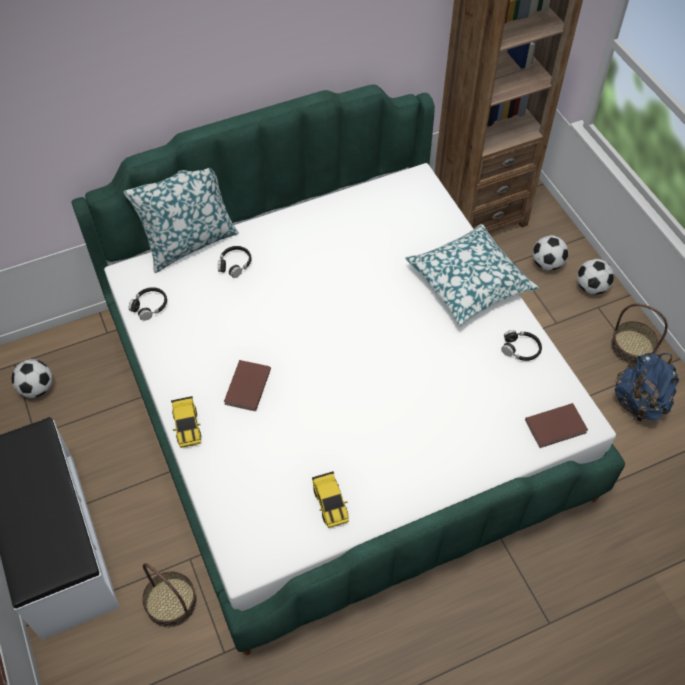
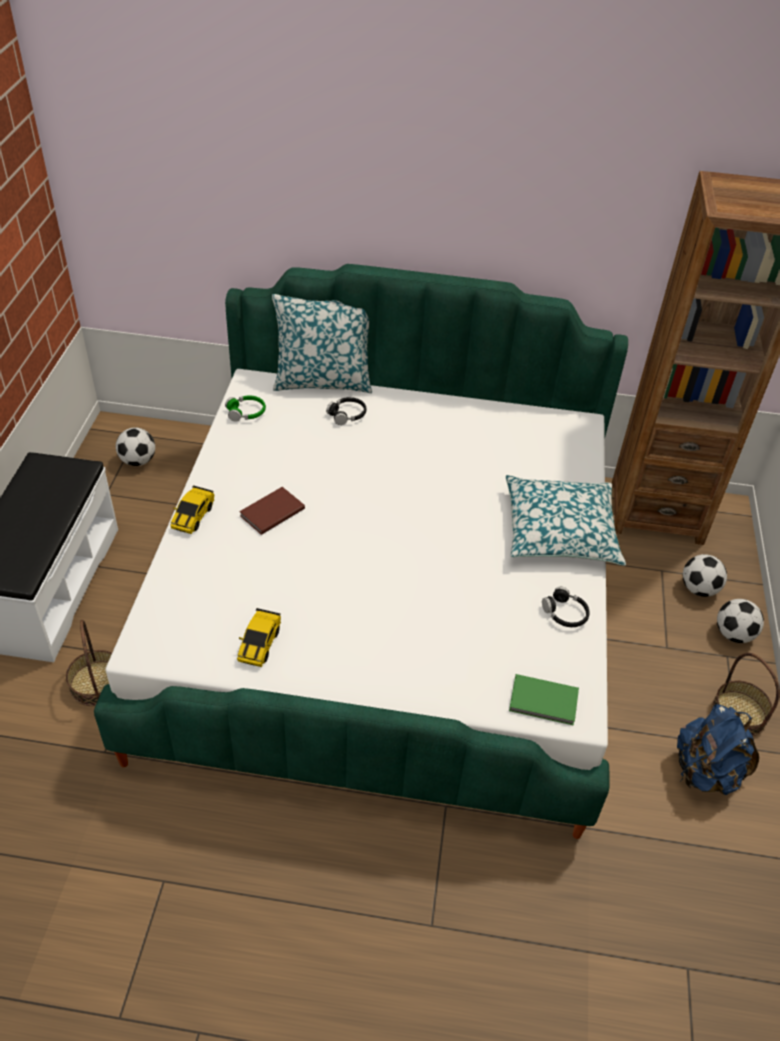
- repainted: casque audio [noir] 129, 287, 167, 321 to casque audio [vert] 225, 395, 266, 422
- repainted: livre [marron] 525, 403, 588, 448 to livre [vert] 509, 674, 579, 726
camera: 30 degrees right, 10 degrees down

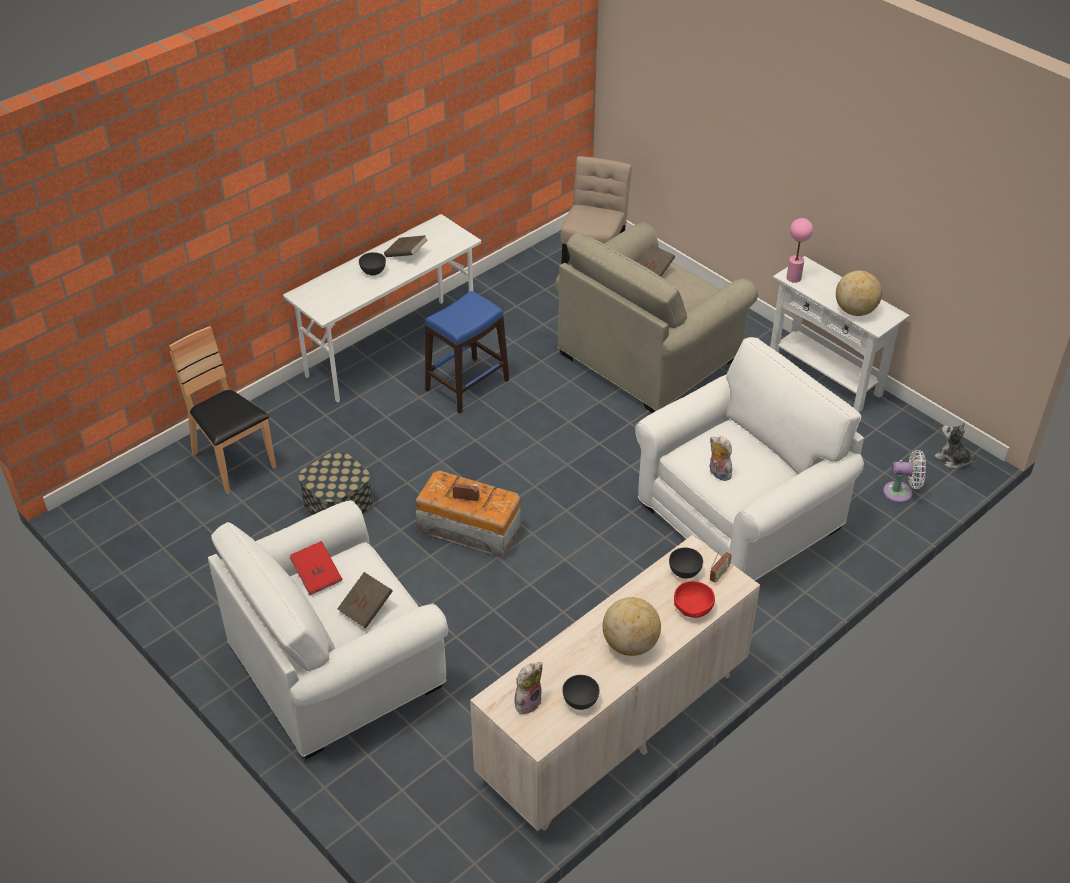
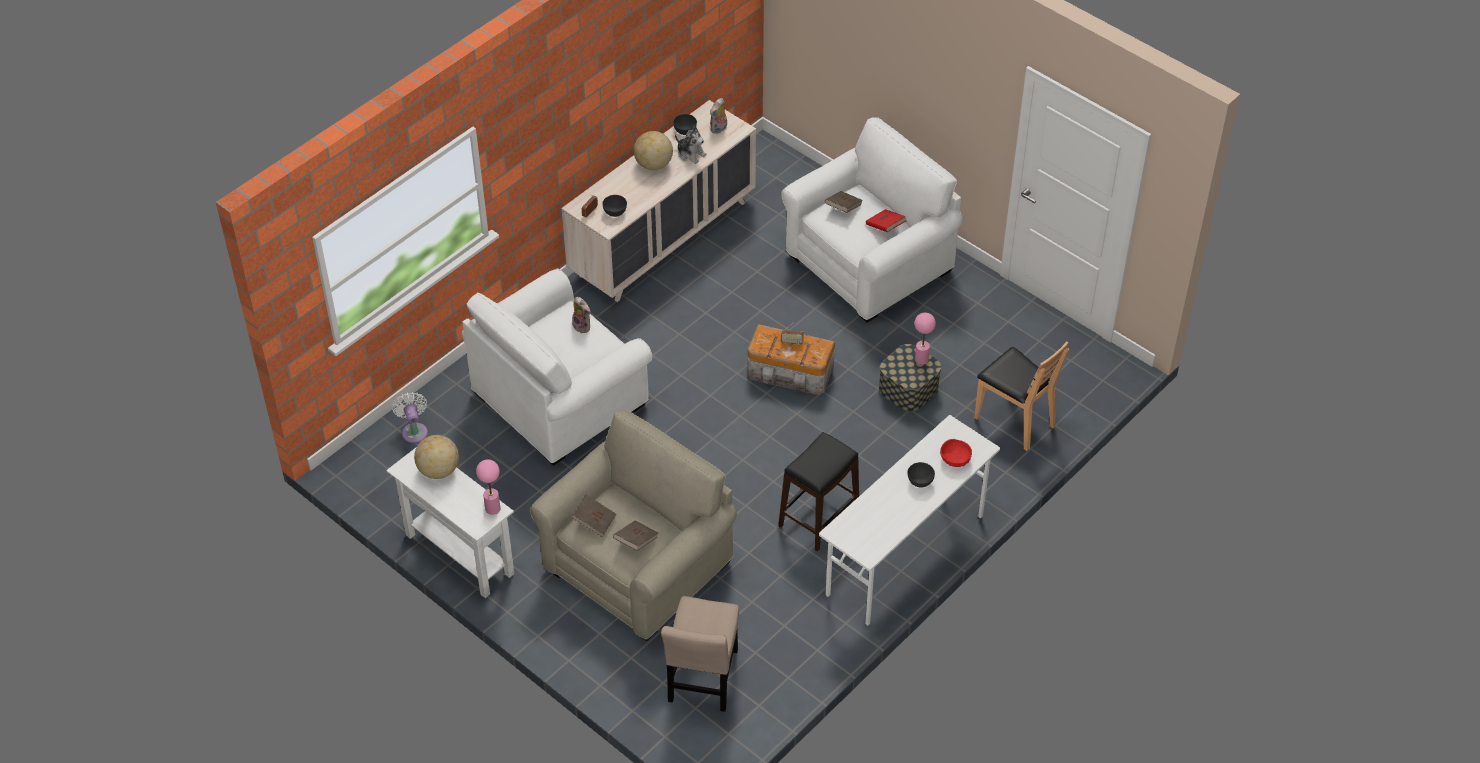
- rotated: ventilateur [blanc] 883, 450, 926, 503 = 392, 392, 428, 443 75 degrees clockwise
- shifted: livre [marron] 384, 235, 428, 257 to 571, 494, 617, 537
- shifted: peluche 934, 422, 977, 469 to 675, 126, 707, 164
- repainted: tabouret [bleu] 425, 291, 509, 414 to tabouret [noir] 778, 432, 859, 552
- new: lampe de table [rose] 915, 312, 936, 365
- shifted: bol [rouge] 674, 581, 715, 618 to 940, 439, 972, 467
camera: 175 degrees right, 5 degrees up

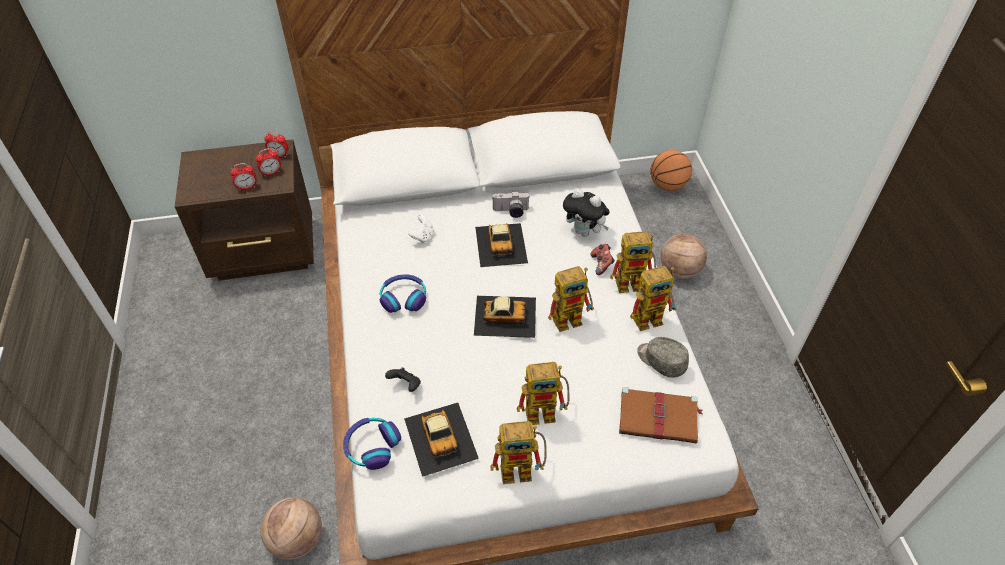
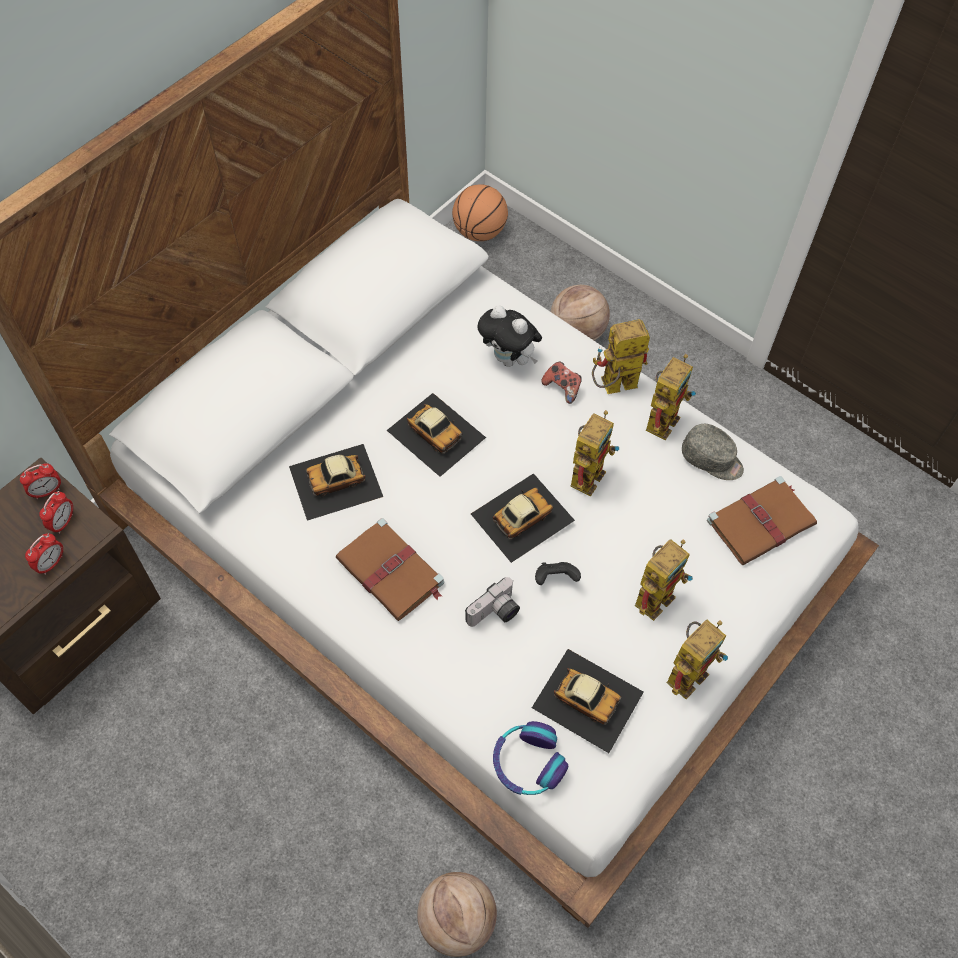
- swapped: manette [blanc] 408, 214, 434, 243 to petite voiture 289, 444, 383, 521
- swapped: casque audio 380, 275, 426, 313 to livre [marron] 335, 518, 444, 621
- shifted: appareil photo 493, 191, 530, 218 to 465, 577, 520, 627
- rotated: peluche 563, 188, 610, 237 = 477, 305, 542, 367 45 degrees clockwise
- shifted: manette [noir] 385, 367, 421, 392 to 535, 562, 581, 585
- rotated: robot jouet 610, 231, 656, 293 = 592, 319, 650, 394 150 degrees counterclockwise
- rotated: casquette [gris] 637, 337, 689, 378 = 682, 424, 744, 480 150 degrees counterclockwise
camera: 40 degrees left, 10 degrees up

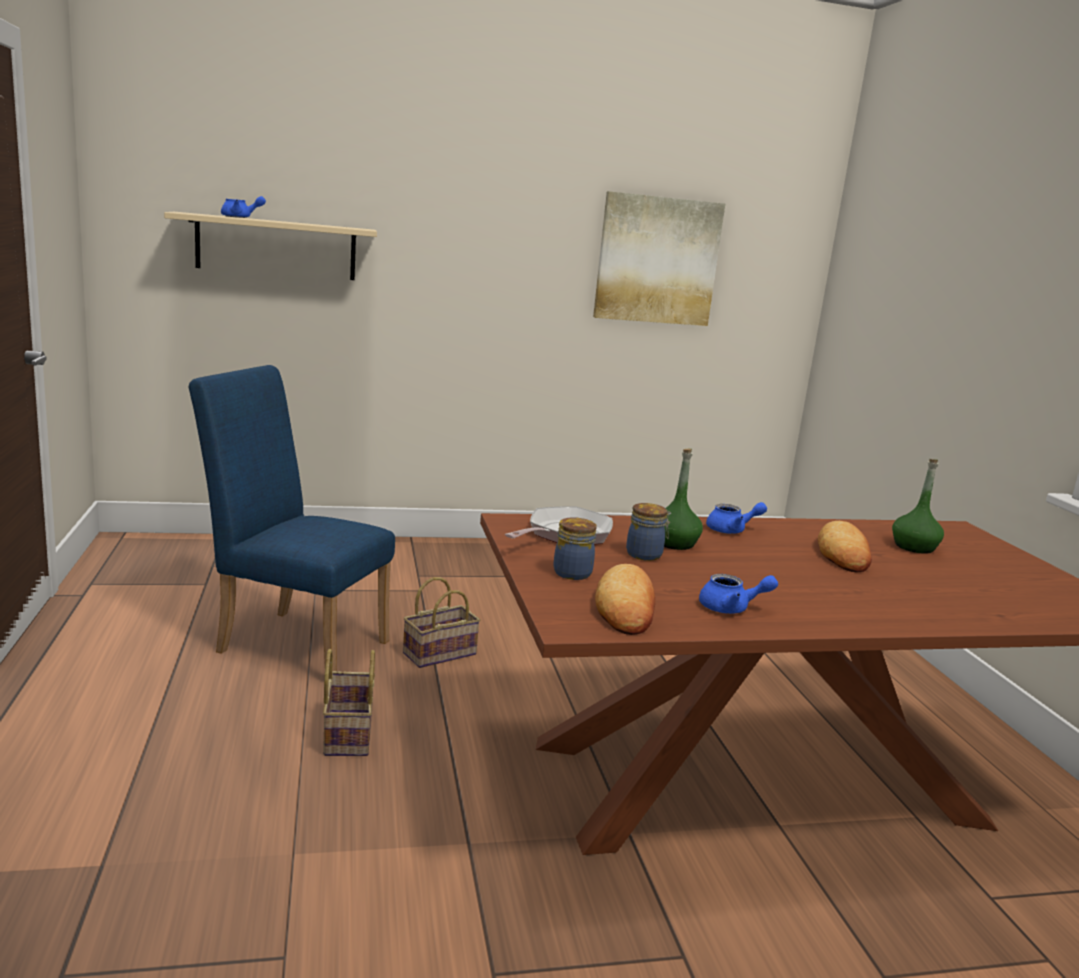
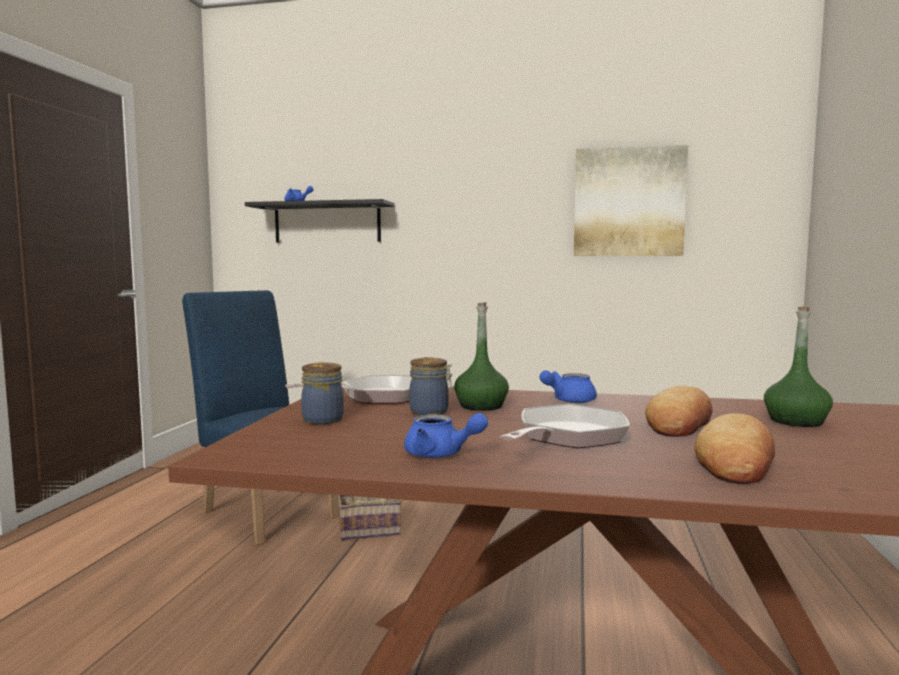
- repainted: étagère [beige] 164, 212, 377, 280 to étagère [noir] 245, 199, 394, 243
- new: poêle 500, 404, 630, 448
- rotated: théière [bleu] 706, 502, 767, 534 = 539, 370, 597, 403 135 degrees clockwise
- shifted: pain 595, 564, 655, 635 to 694, 413, 775, 484
- gone: panier 323, 649, 375, 756
camera: 25 degrees right, 10 degrees down

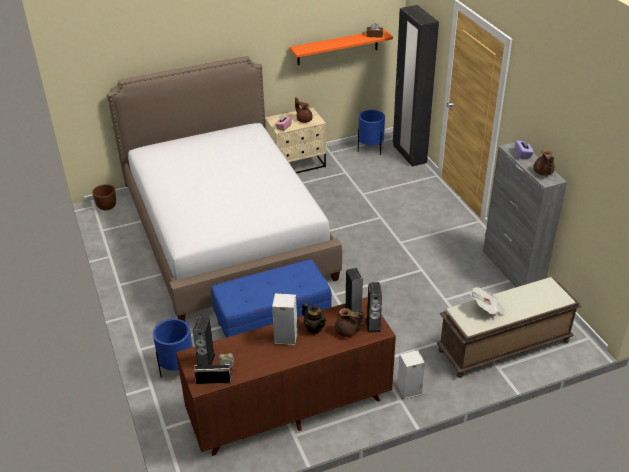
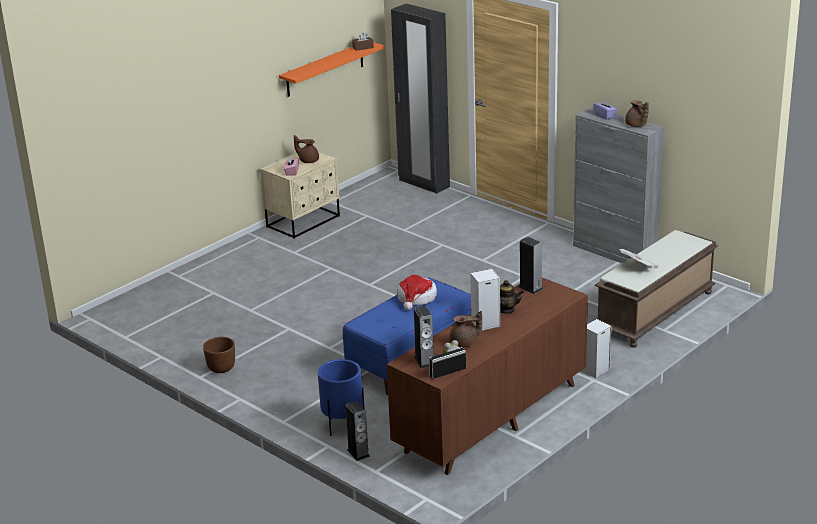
- shifted: cache-pot [marron] 92, 184, 116, 210 to 203, 337, 235, 373
- shifted: enceinte 366, 282, 382, 333 to 346, 401, 370, 461
- new: chapeau 397, 275, 437, 311
- shifted: théière [marron] 335, 308, 364, 337 to 450, 311, 482, 347
- gone: lit 107, 56, 342, 321
- gone: cache-pot [bleu] 358, 110, 385, 155
camera: 25 degrees left, 10 degrees down

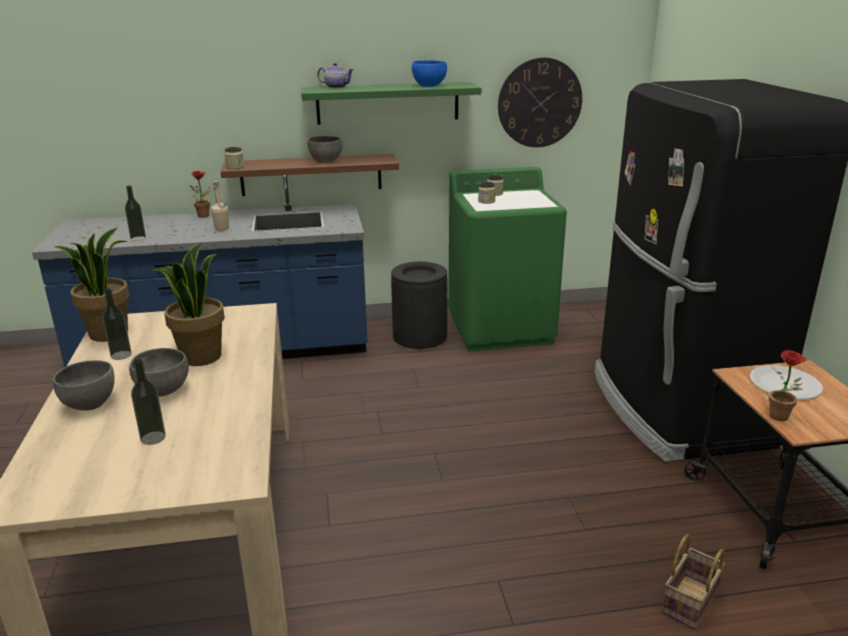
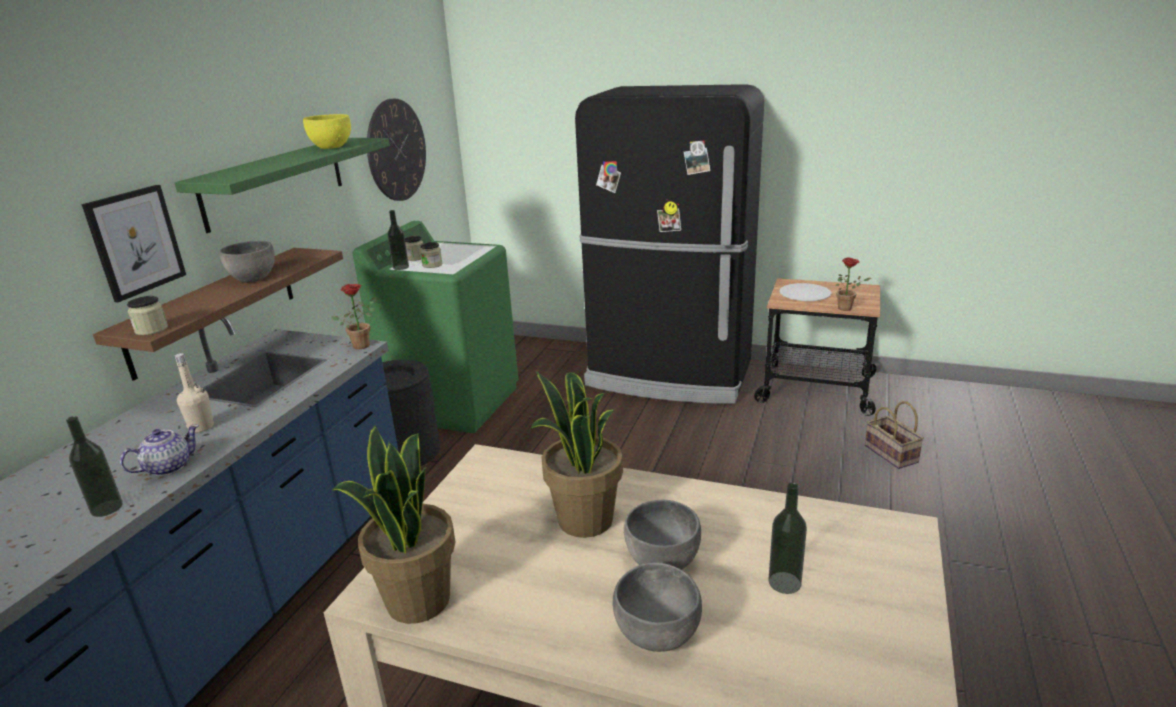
- new: tableau 81, 185, 186, 302
- shifted: théière 317, 63, 354, 88 to 120, 425, 199, 476
- repainted: bol [bleu] 412, 60, 447, 87 to bol [jaune] 303, 114, 351, 149
- shifted: plante en pot 190, 171, 214, 218 to 331, 284, 377, 349
- shifted: bouteille 103, 288, 132, 360 to 387, 210, 409, 270
camera: 60 degrees left, 0 degrees up

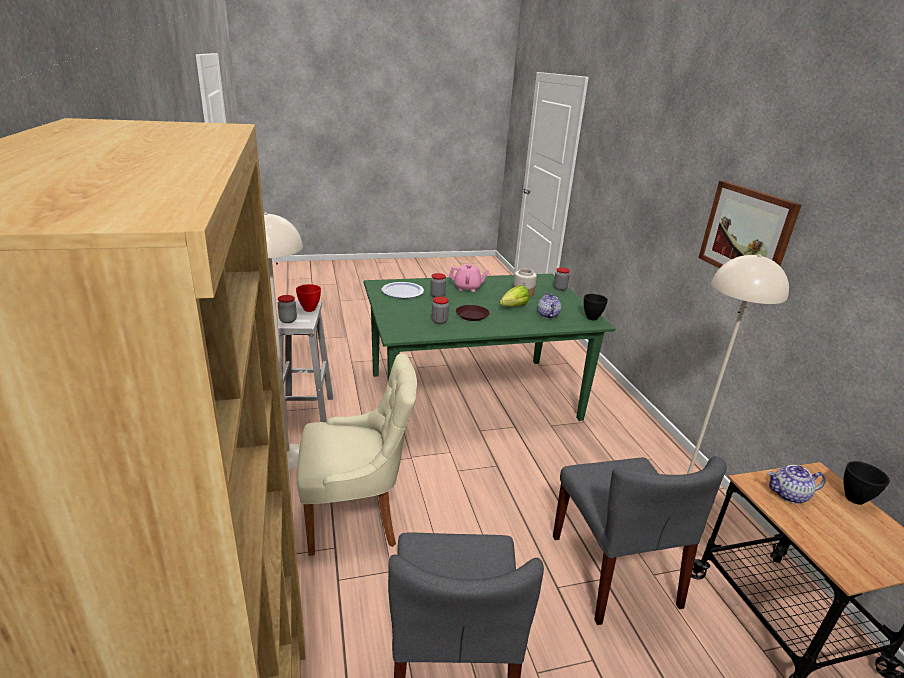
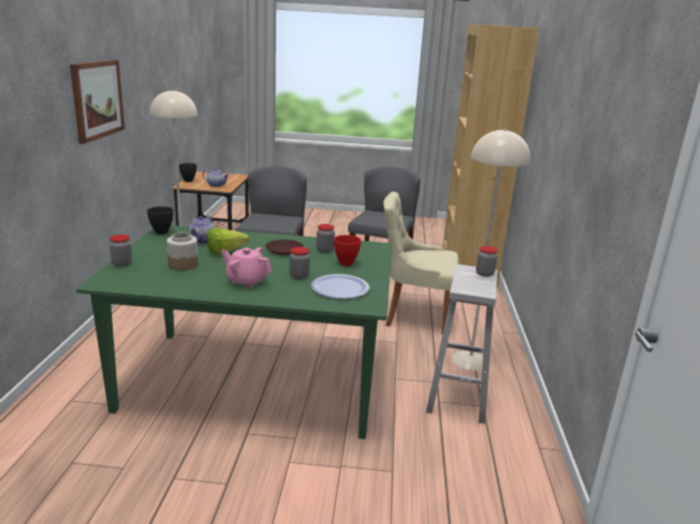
- shifted: bol [rouge] 296, 284, 321, 312 to 334, 235, 361, 266
camera: 160 degrees left, 5 degrees down

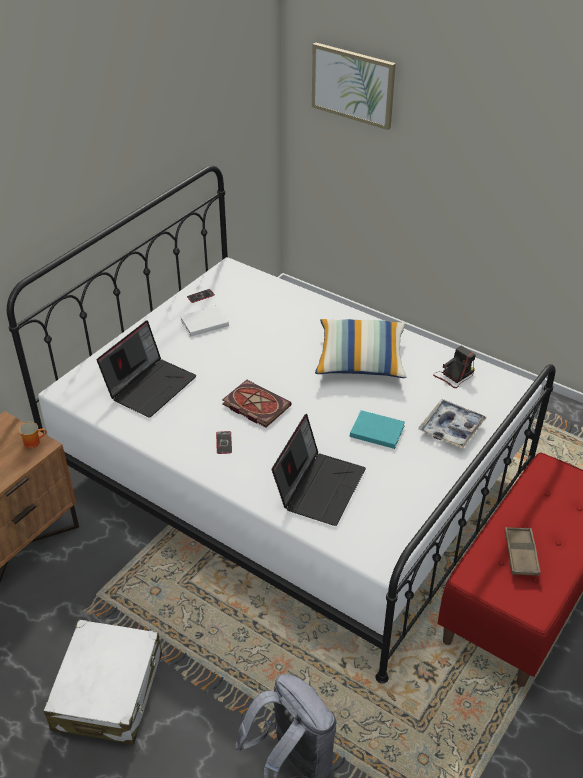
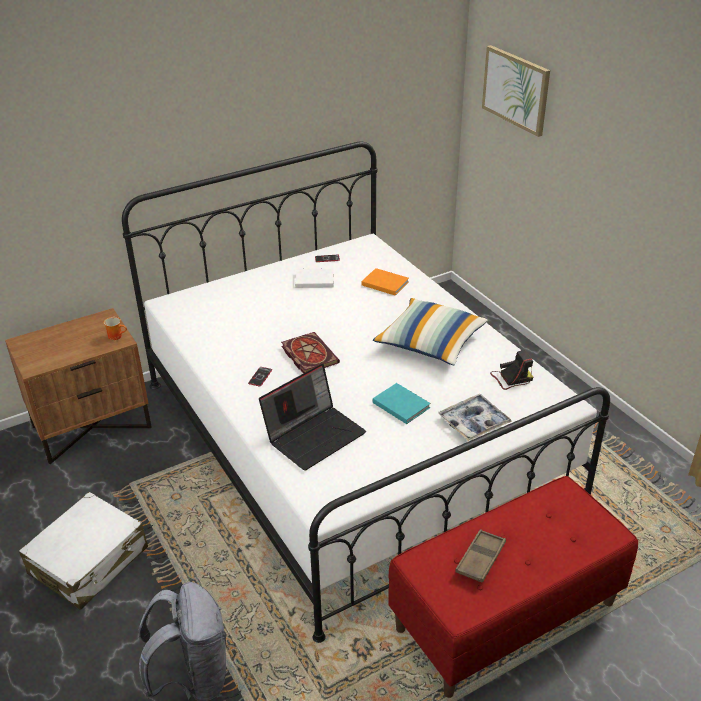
- new: livre [orange] 362, 268, 409, 295
- gone: ordinateur portable 97, 320, 196, 418
camera: 25 degrees right, 5 degrees down

